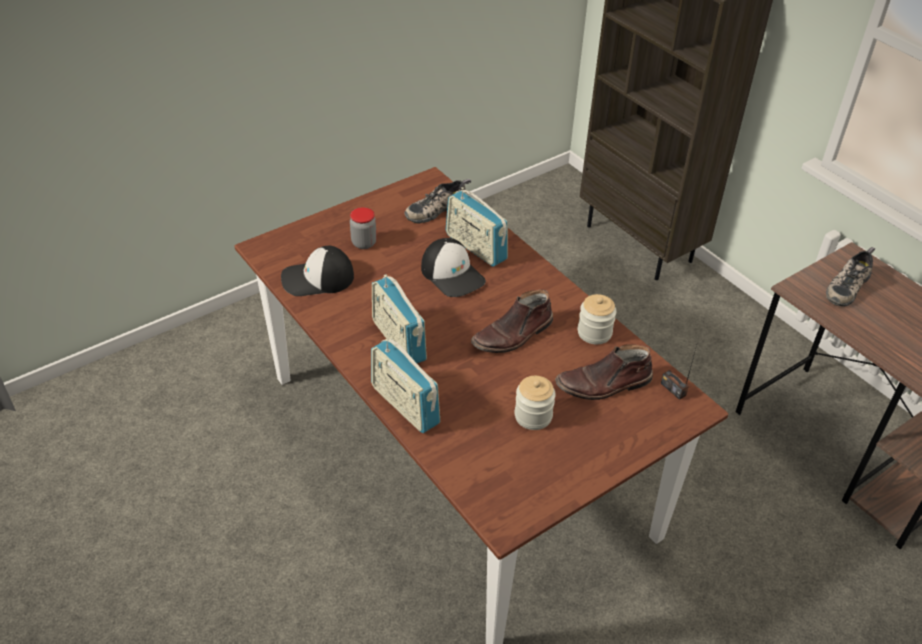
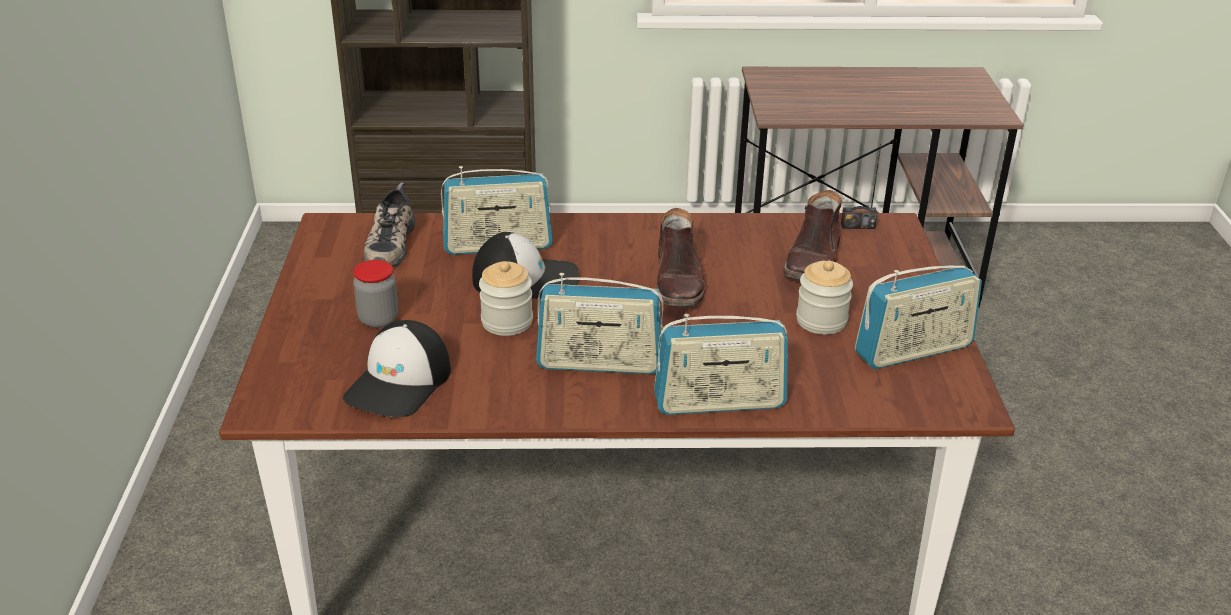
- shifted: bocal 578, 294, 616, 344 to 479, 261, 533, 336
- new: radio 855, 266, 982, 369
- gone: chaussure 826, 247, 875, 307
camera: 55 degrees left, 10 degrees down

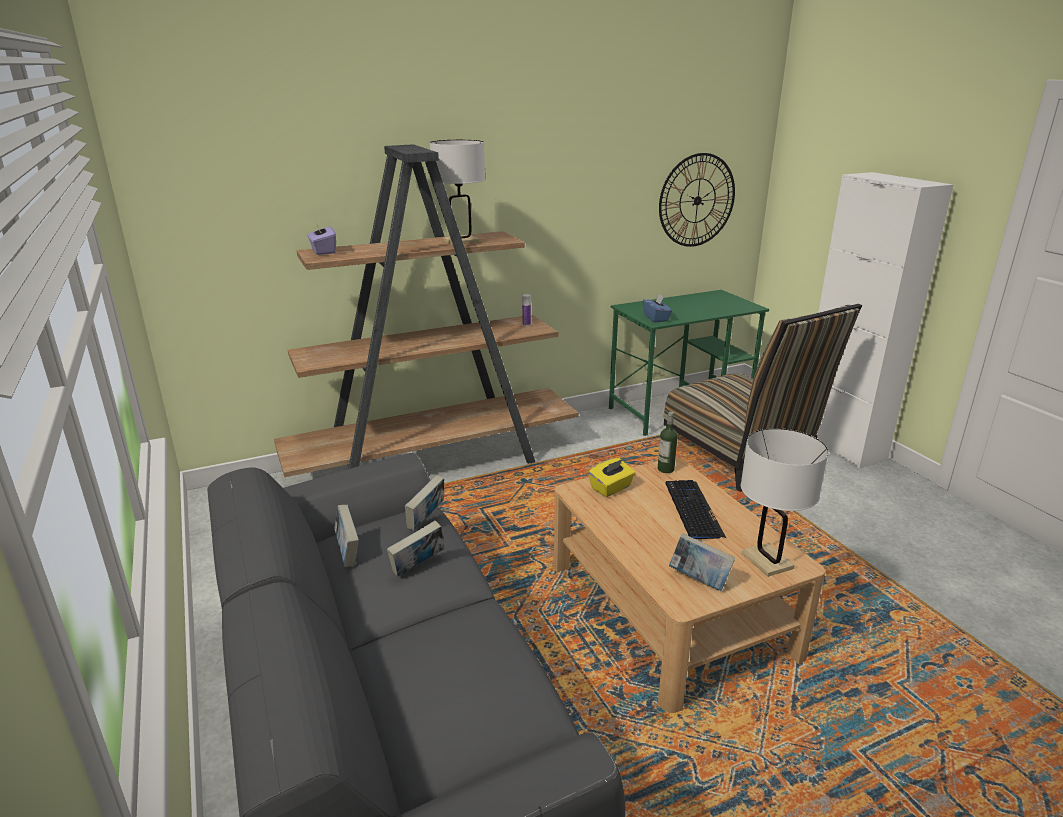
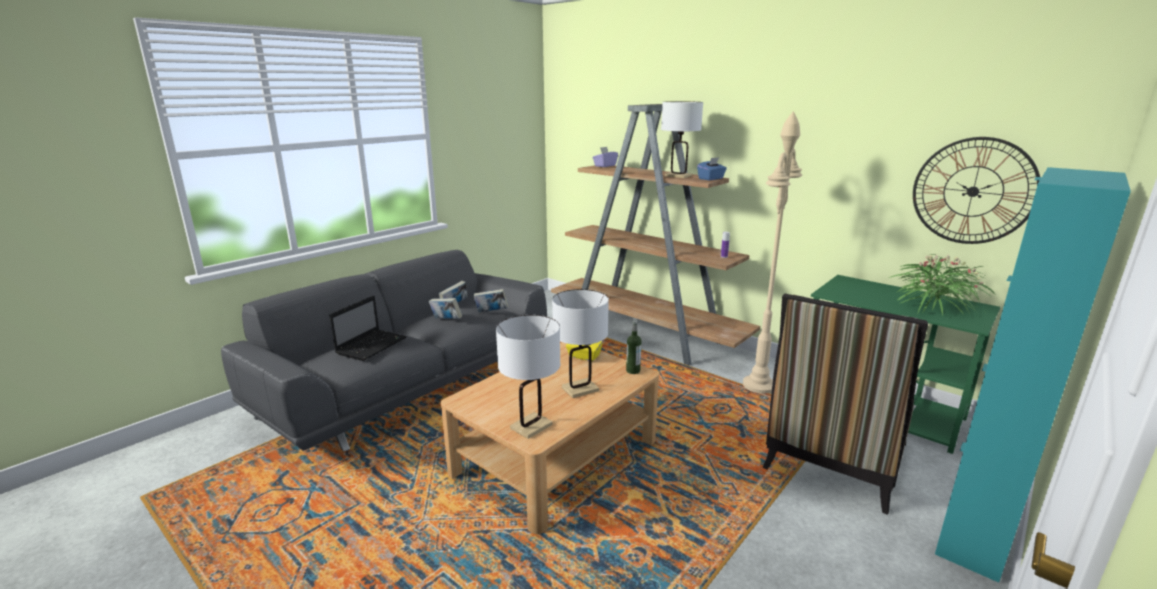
- new: ordinateur portable 329, 295, 407, 361
- swapped: clavier 665, 480, 726, 539 to lampe de table [blanc] 552, 289, 609, 398
- shifted: boîte à mouchoirs [bleu] 643, 294, 672, 322 to 697, 157, 727, 180
- new: lampadaire [beige] 743, 111, 802, 394
- new: plante en pot 889, 254, 996, 315
- repainted: meuble de rangement [blanc] 816, 172, 953, 468 to meuble de rangement [turquoise] 935, 167, 1131, 583
- gone: livre 669, 533, 735, 591
camera: 65 degrees right, 5 degrees down

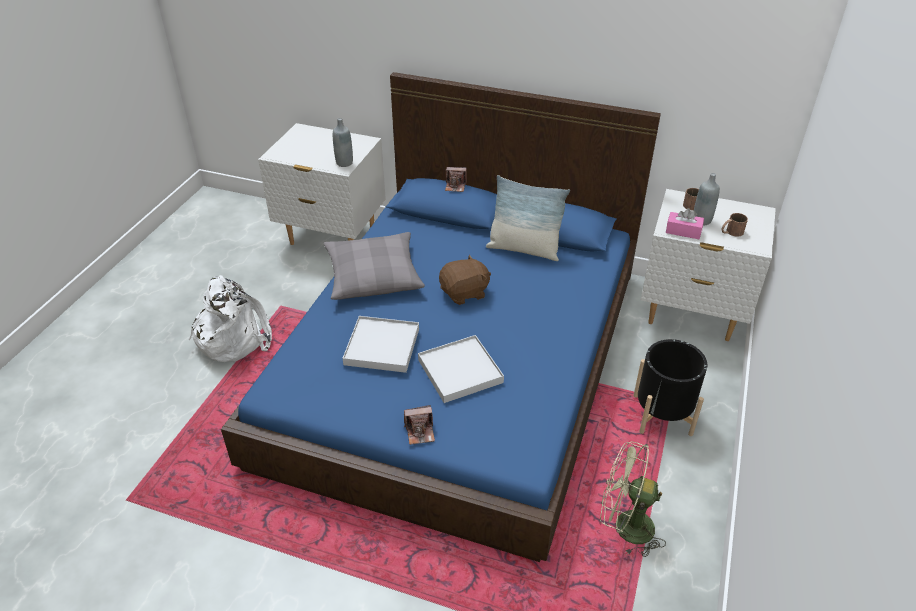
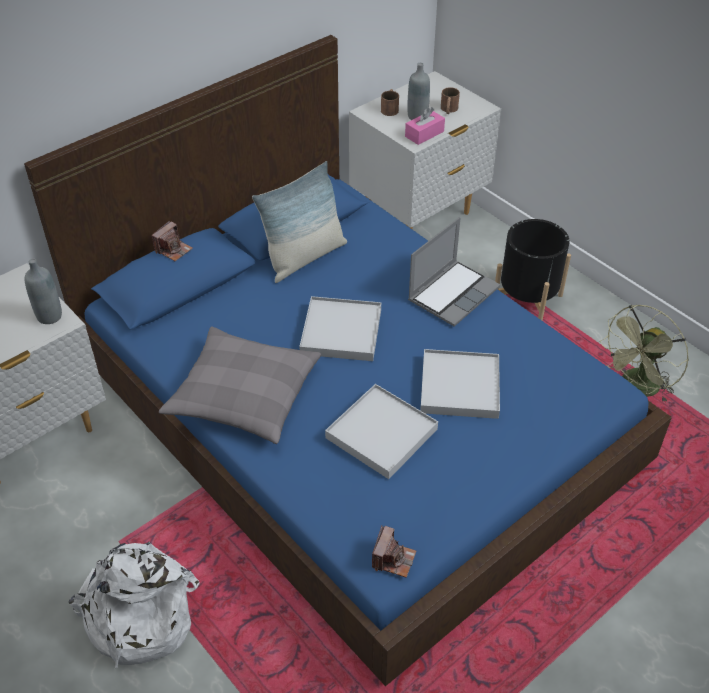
- swapped: peluche [marron] 439, 254, 491, 305 to plateau [blanc] 299, 296, 381, 361
- shifted: appareil photo 404, 405, 435, 445 to 372, 526, 416, 578
- new: ordinateur portable 408, 217, 500, 327
camera: 60 degrees left, 5 degrees up

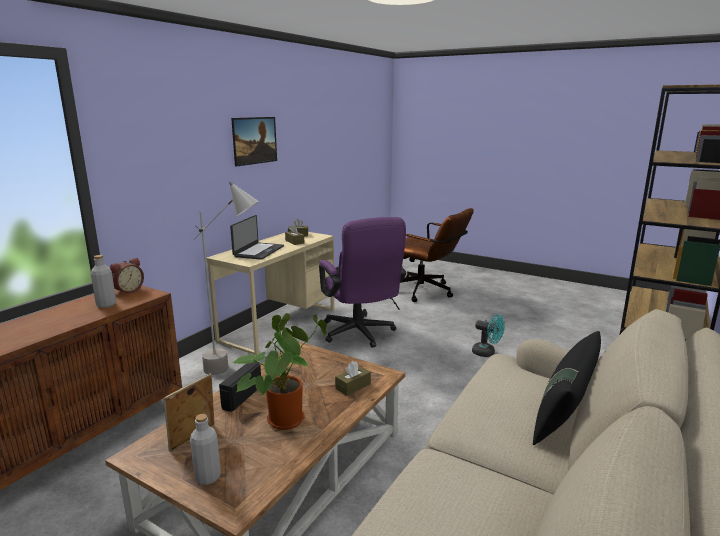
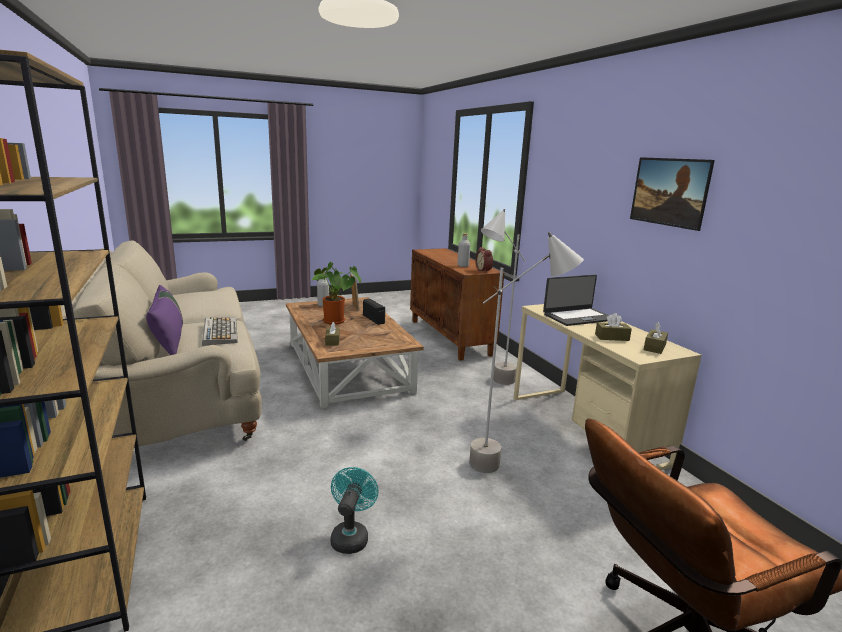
- repainted: coussin [noir] 533, 331, 601, 445 to coussin [violet] 146, 285, 183, 355
- new: clavier 202, 317, 238, 346
- rotated: ventilateur [turquoise] 472, 314, 505, 357 = 330, 467, 378, 554 120 degrees clockwise
- swapped: chaise de bureau [violet] 319, 217, 406, 348 to lampadaire [gris] 469, 232, 584, 473
- rotated: ordinateur portable 230, 215, 284, 260 = 543, 275, 609, 326 75 degrees counterclockwise
camera: 125 degrees right, 0 degrees up

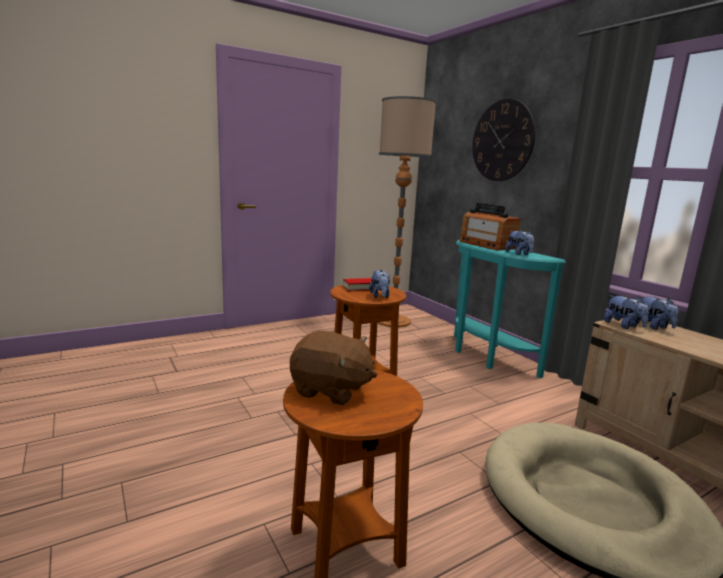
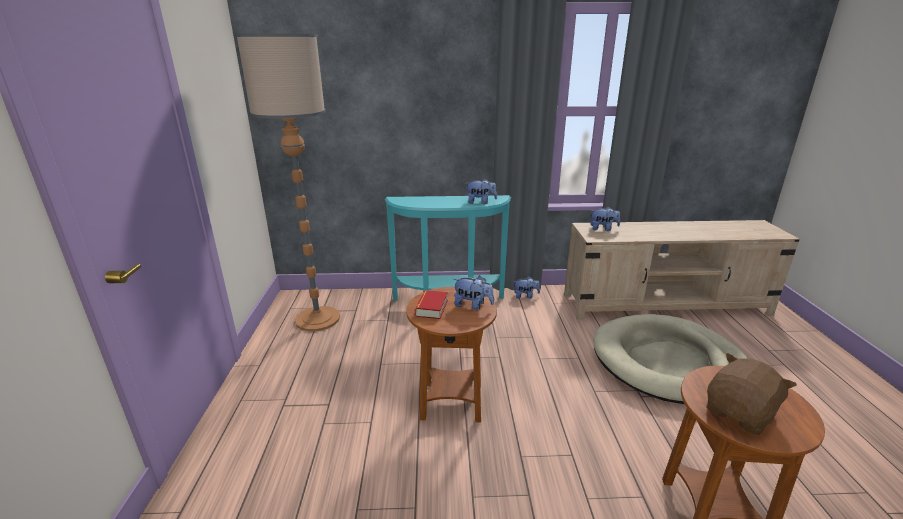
- shifted: peluche 604, 296, 649, 329 to 513, 276, 540, 299
- gone: radio 459, 203, 521, 250
- gone: horloge murale 472, 99, 535, 181
camera: 60 degrees left, 10 degrees up

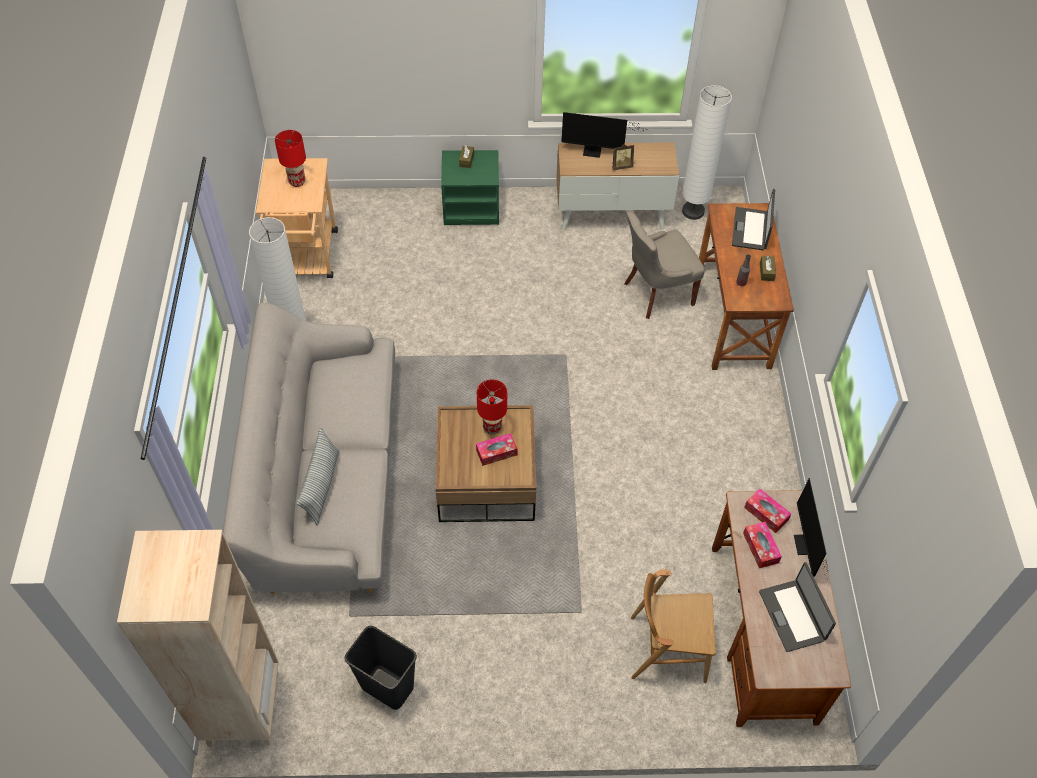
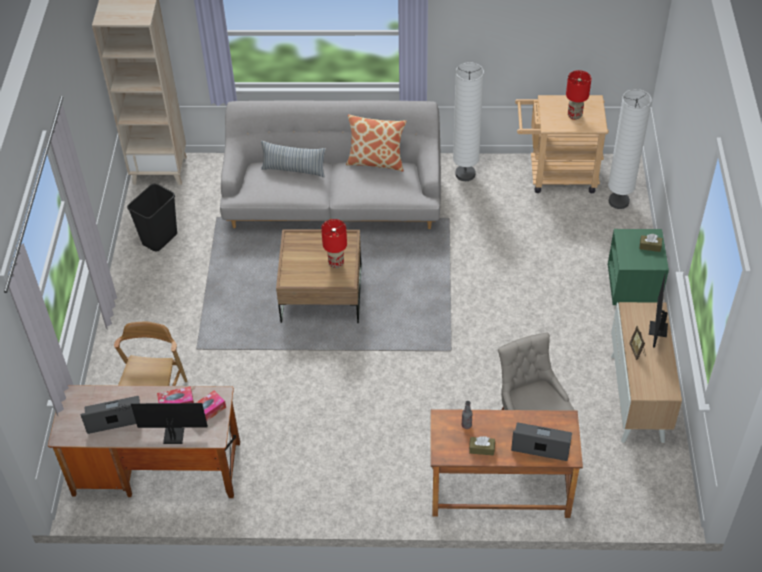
- new: coussin 346, 114, 407, 171
- shifted: lampadaire [blanc] 682, 85, 732, 220 to 608, 89, 652, 209
- gone: boîte à mouchoirs 476, 433, 518, 466
camera: 95 degrees right, 5 degrees down

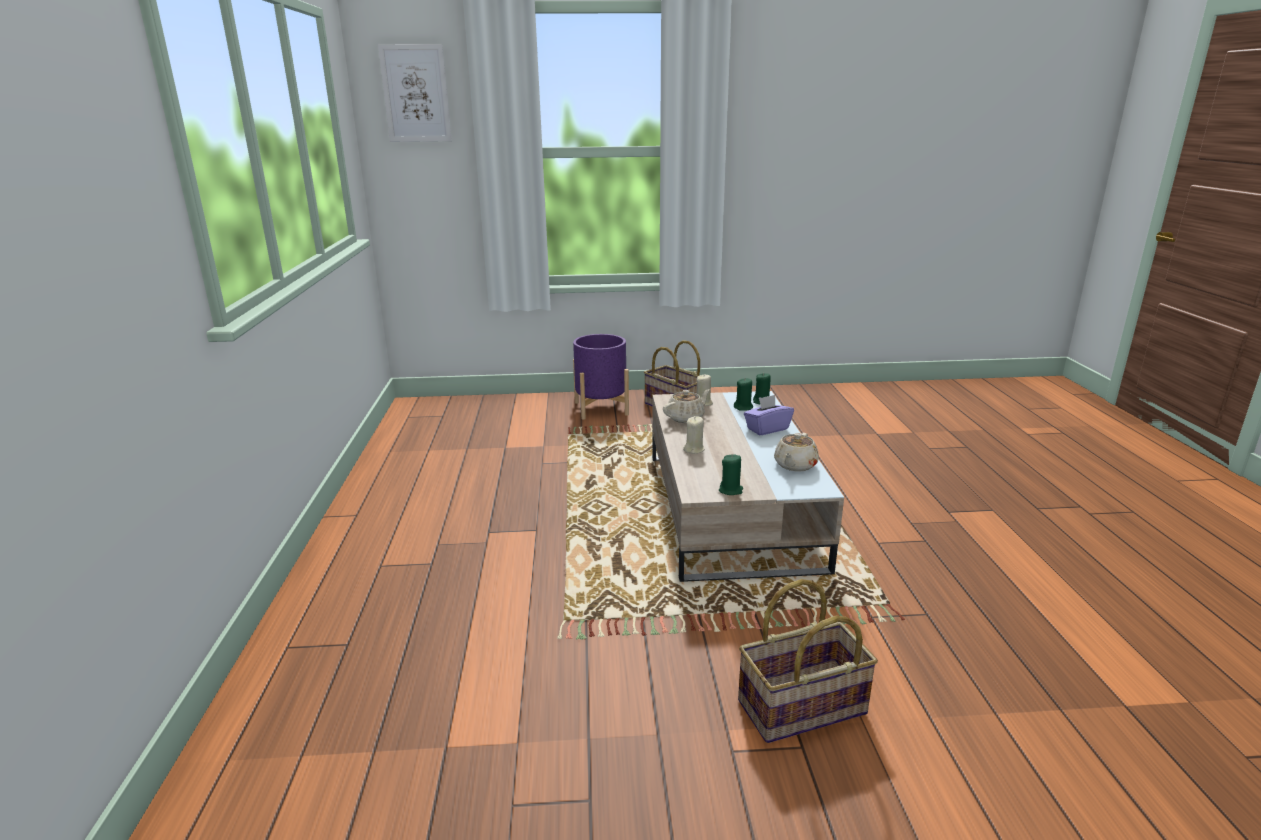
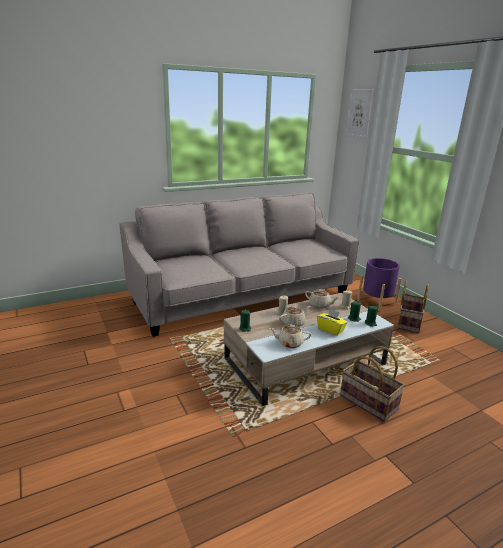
- new: canapé [gris] 119, 193, 359, 337
- new: théière [beige] 279, 306, 310, 327
- repainted: boîte à mouchoirs [violet] 744, 395, 794, 435 to boîte à mouchoirs [jaune] 317, 309, 348, 335
- shifted: panier 738, 579, 878, 743 to 340, 346, 405, 422
camera: 65 degrees right, 0 degrees up

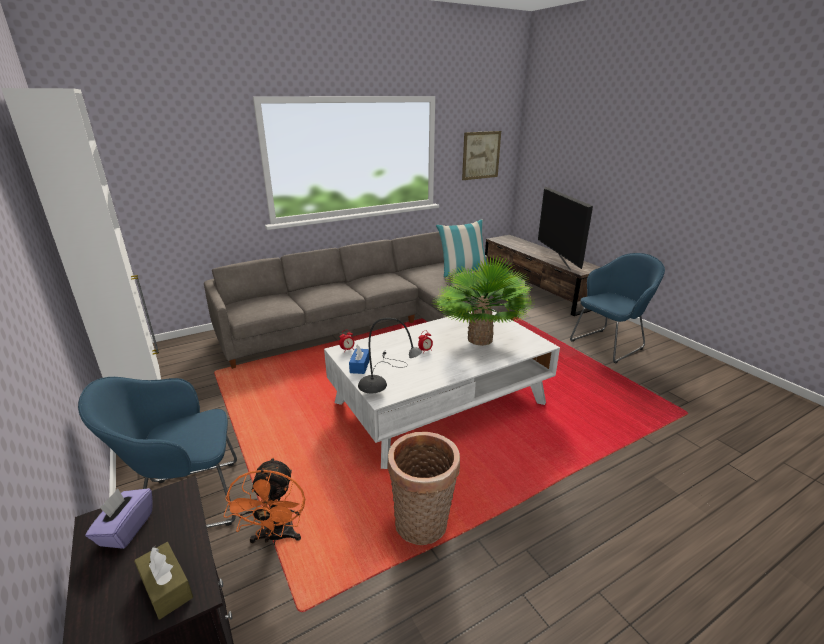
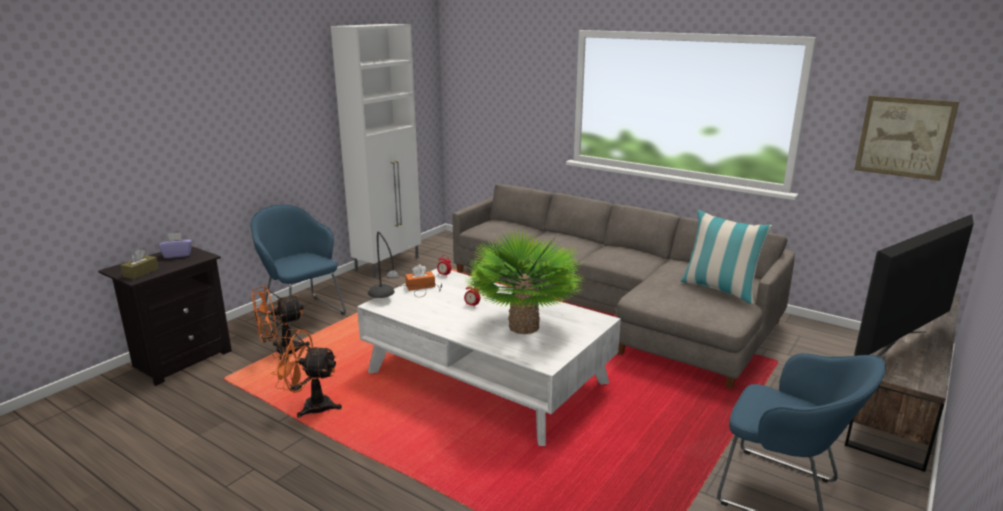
- swapped: panier 387, 432, 460, 545 to ventilateur [orange] 271, 329, 342, 418
- repainted: boîte à mouchoirs [bleu] 349, 345, 370, 374 to boîte à mouchoirs [orange] 405, 264, 435, 291
camera: 65 degrees right, 5 degrees down

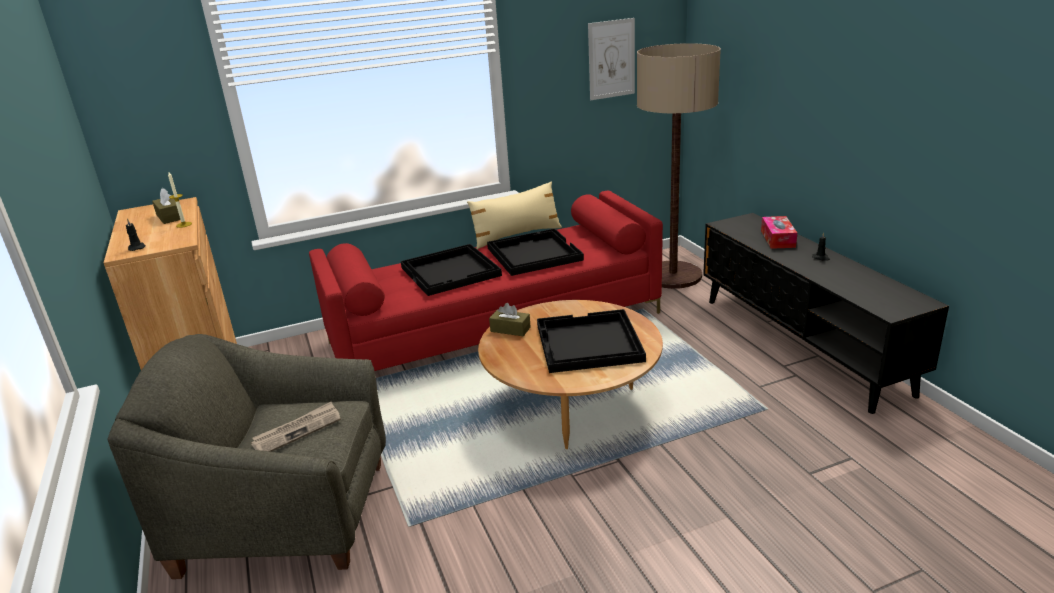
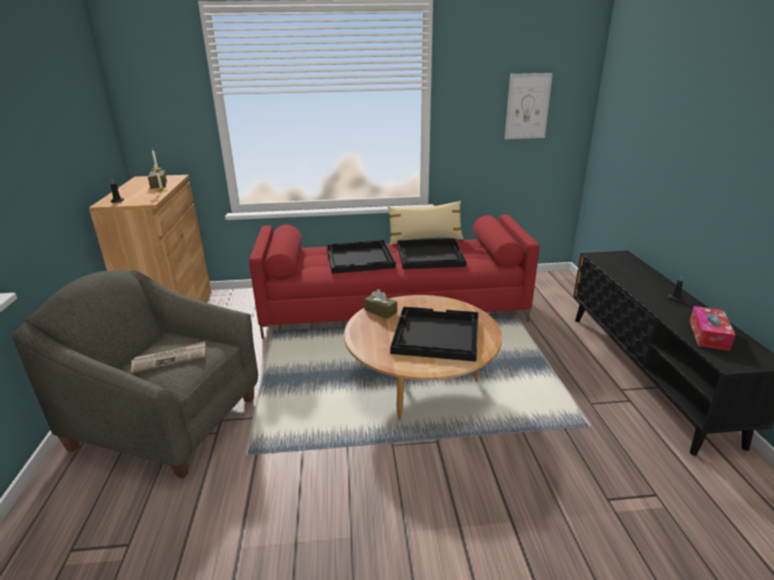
- shifted: boîte à mouchoirs 761, 216, 797, 249 to 690, 306, 736, 351
- gone: lampadaire 637, 43, 721, 289
camera: 15 degrees right, 0 degrees up

